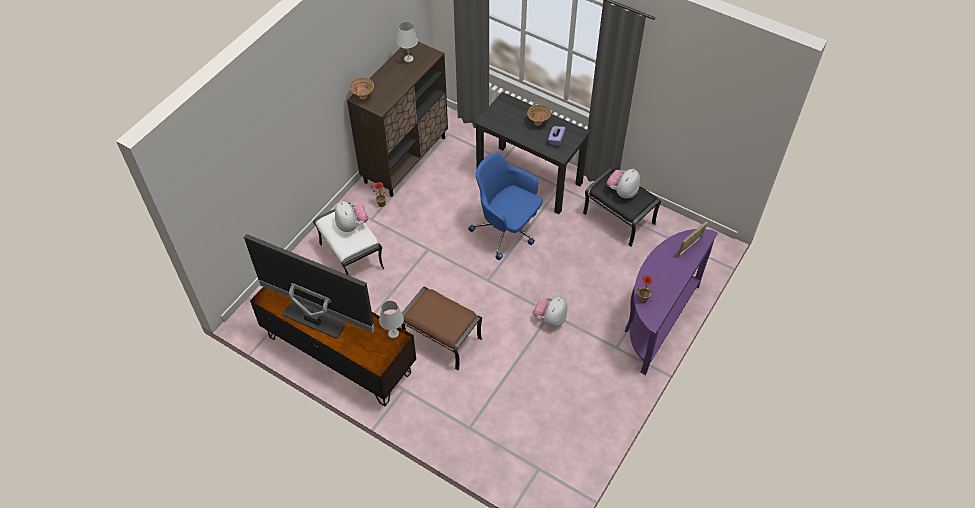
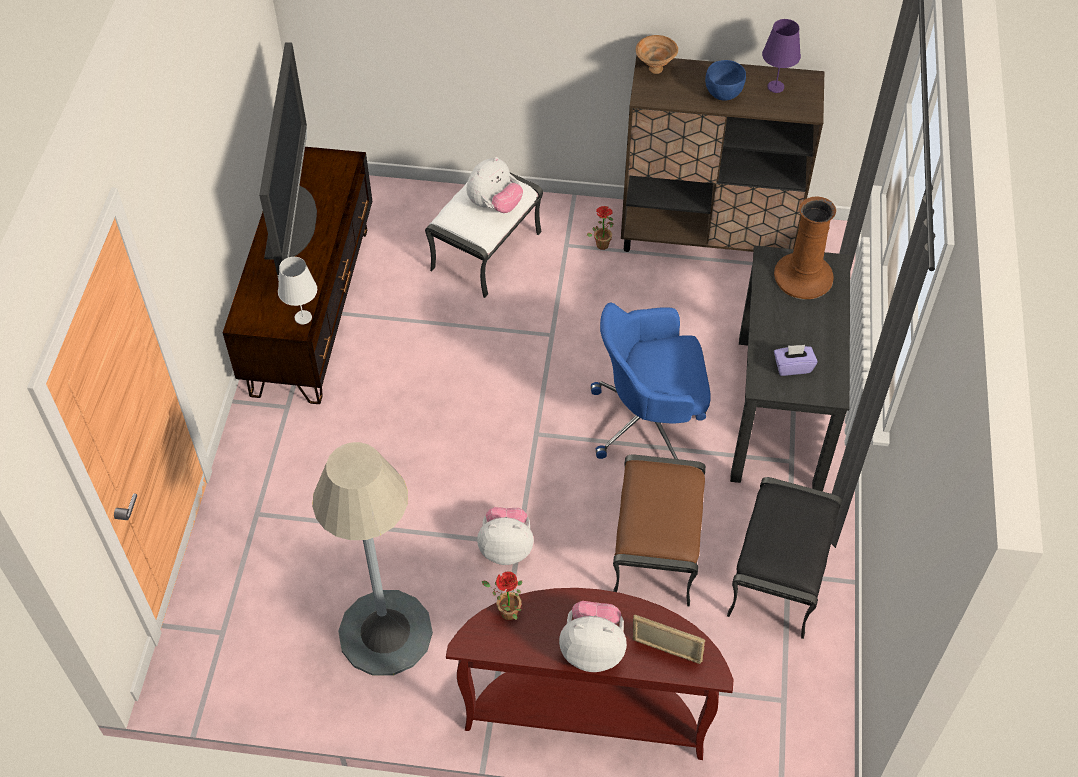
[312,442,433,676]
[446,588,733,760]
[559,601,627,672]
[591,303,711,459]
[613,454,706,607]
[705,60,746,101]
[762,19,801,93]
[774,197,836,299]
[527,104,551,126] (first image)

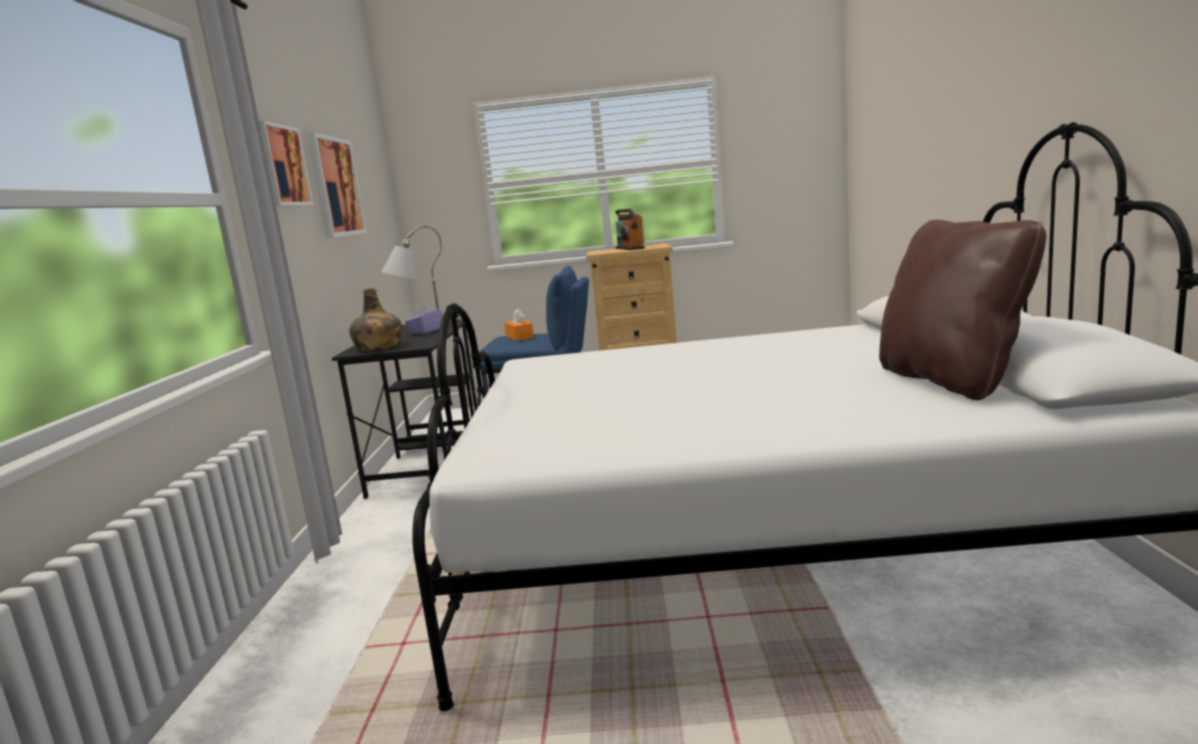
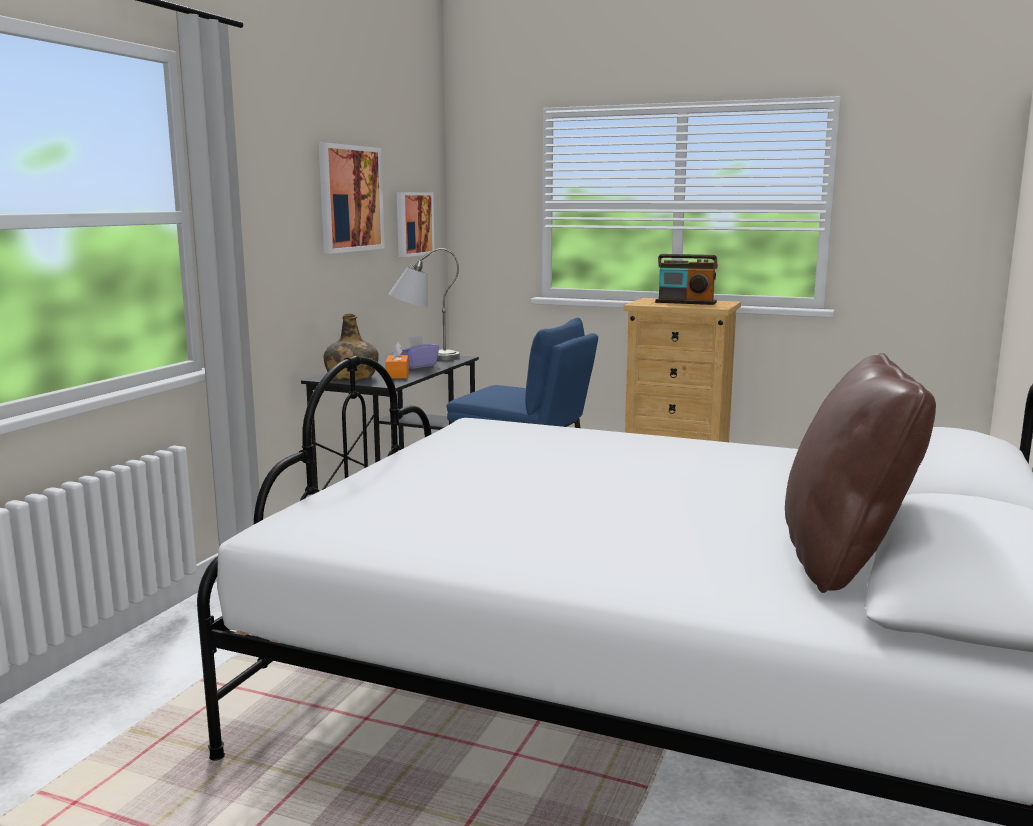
[385,342,409,379]
[397,192,435,257]
[655,254,718,305]

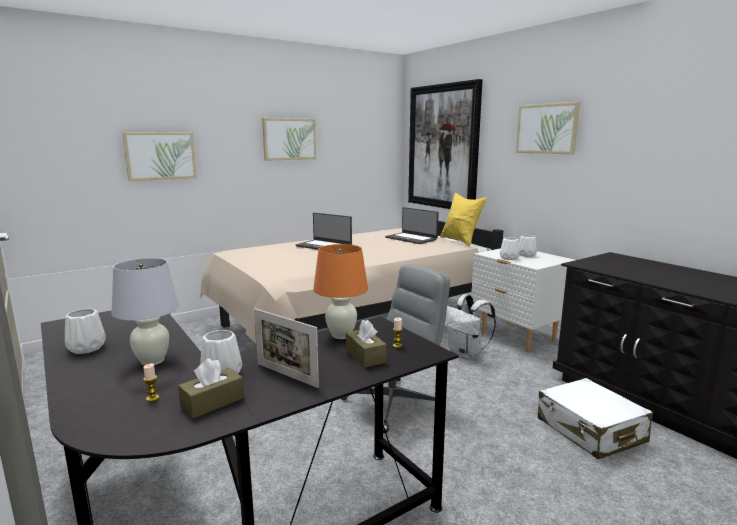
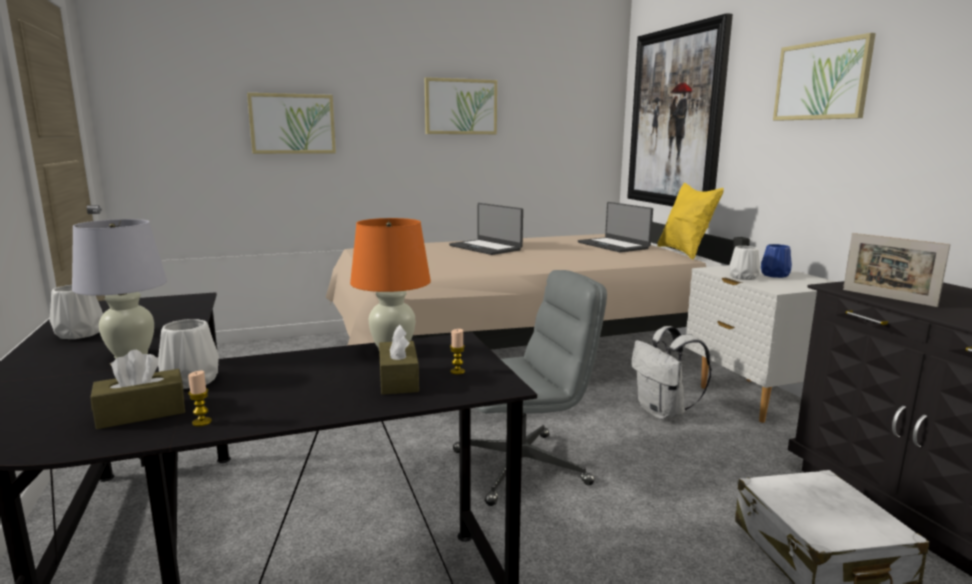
[188,371,212,426]
[761,244,792,278]
[843,233,951,307]

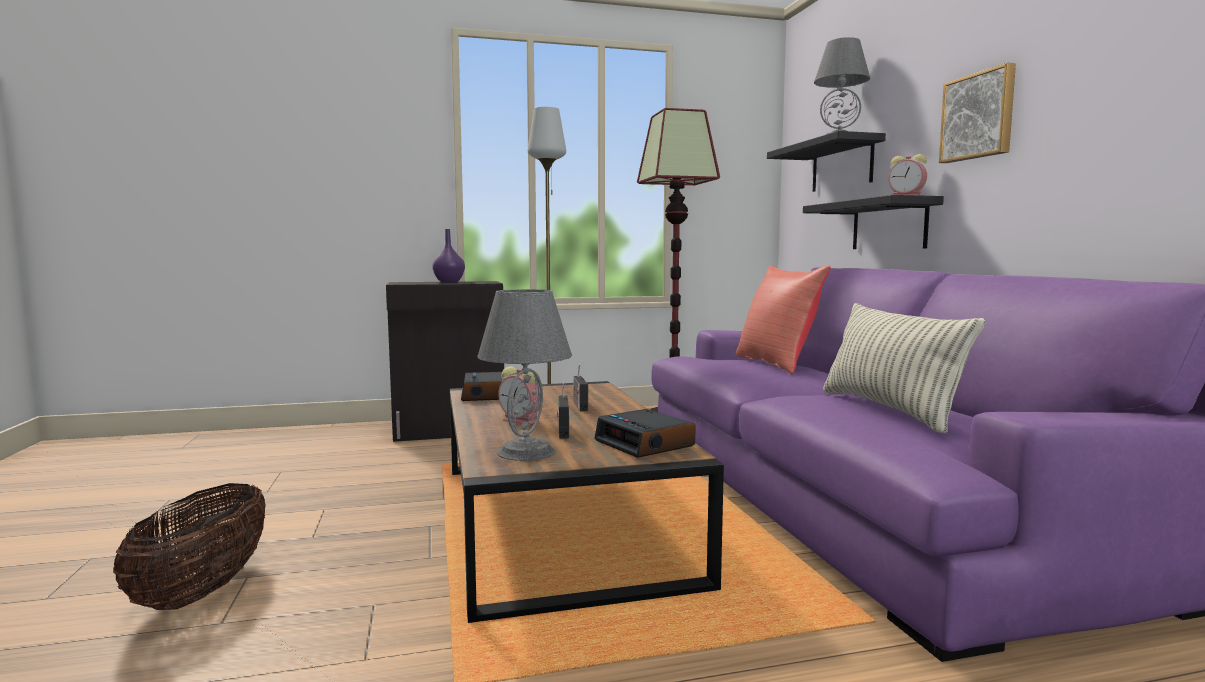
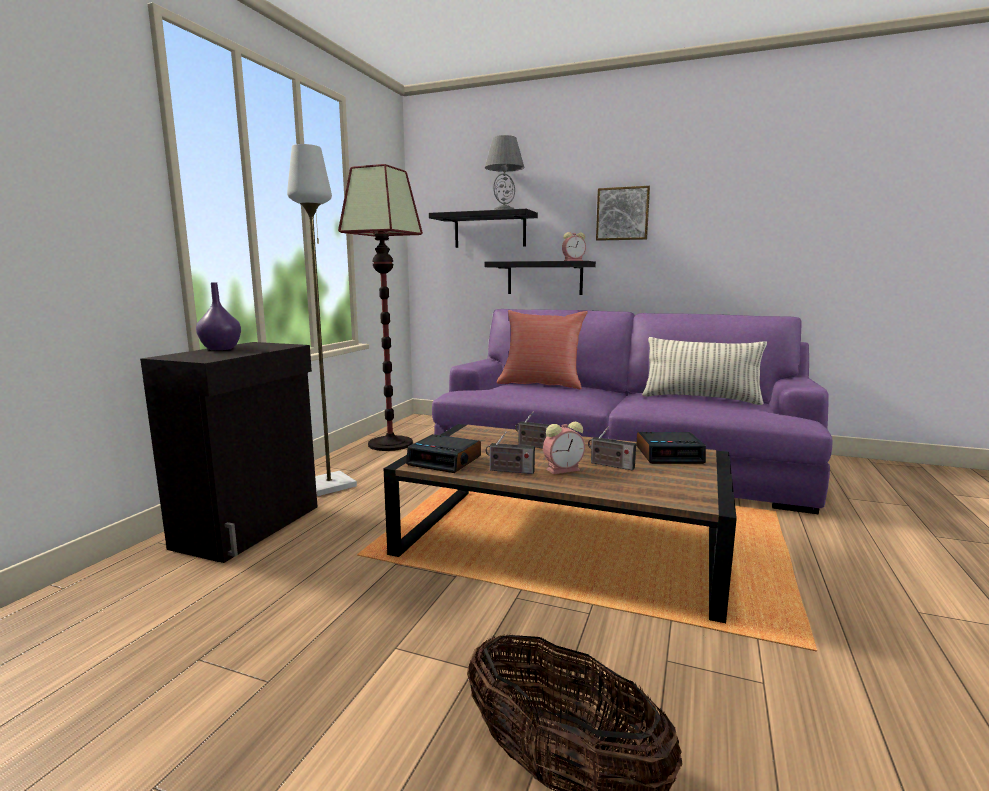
[486,431,535,474]
[477,289,572,461] (first image)

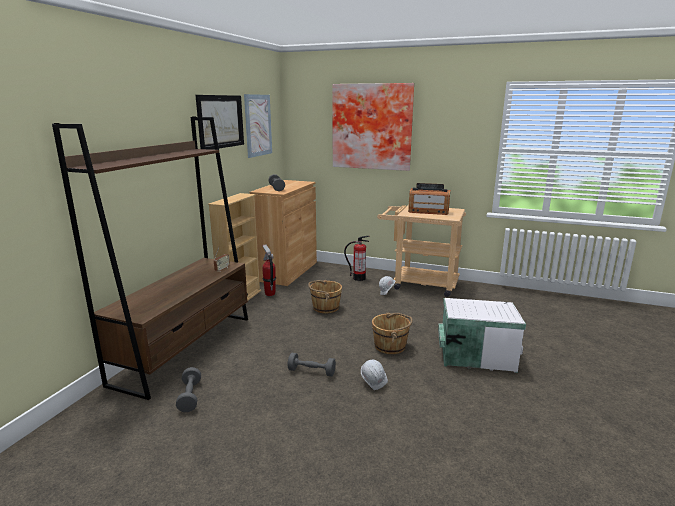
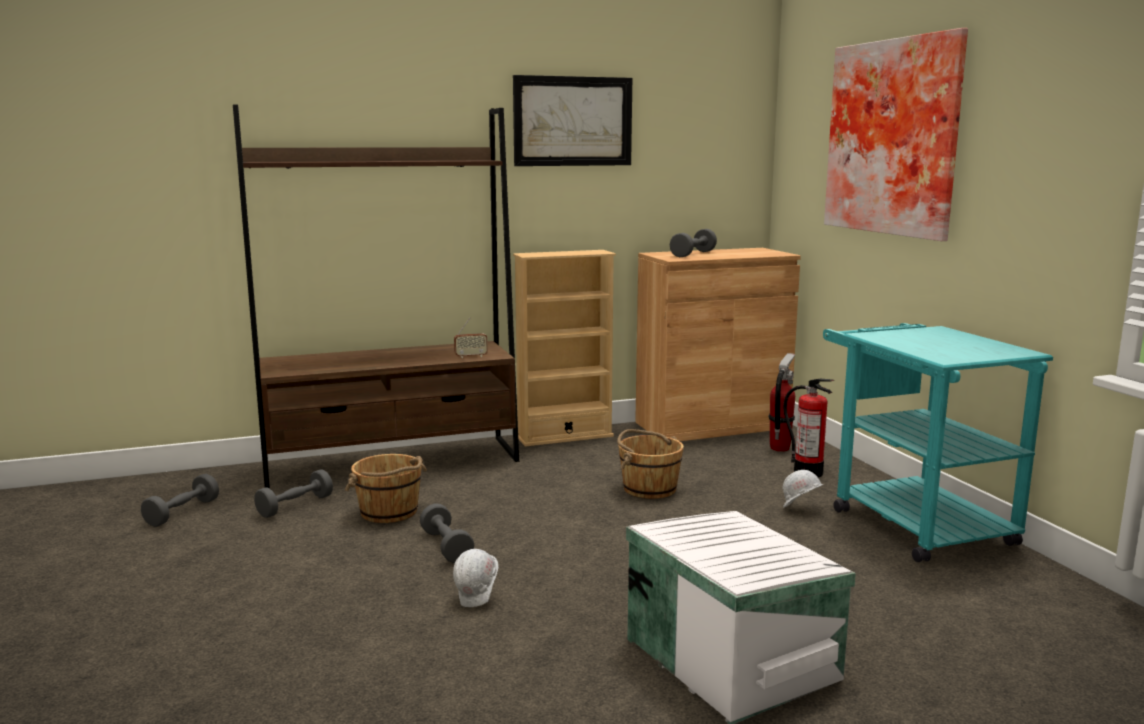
[141,474,219,527]
[345,454,427,523]
[768,353,795,452]
[823,323,1053,562]
[244,94,272,158] (first image)
[408,183,450,215] (first image)

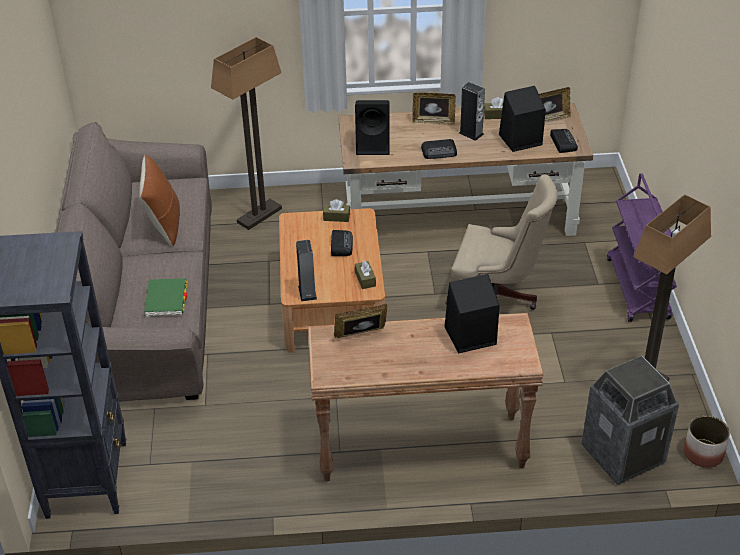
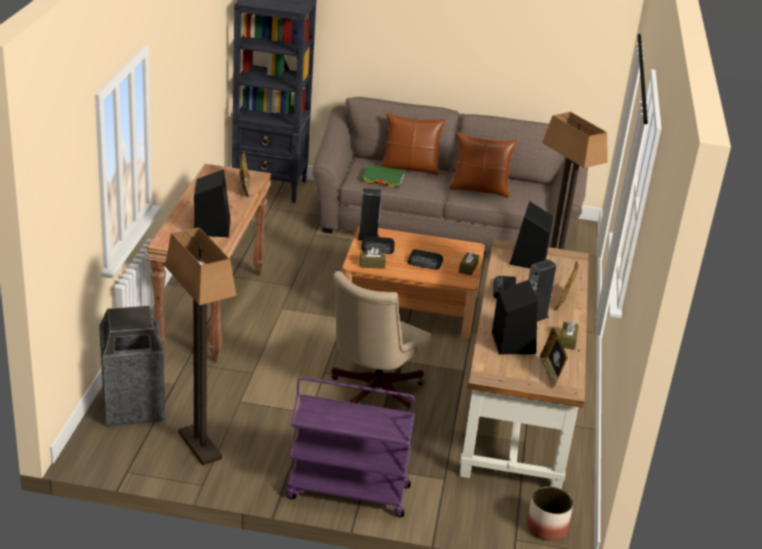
[361,236,395,254]
[381,113,445,175]
[527,486,573,541]

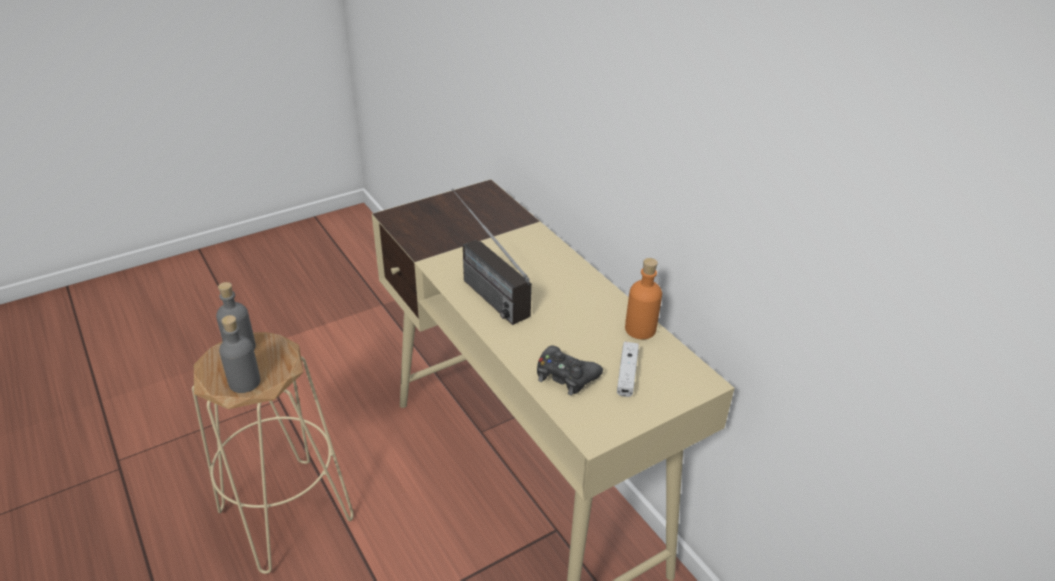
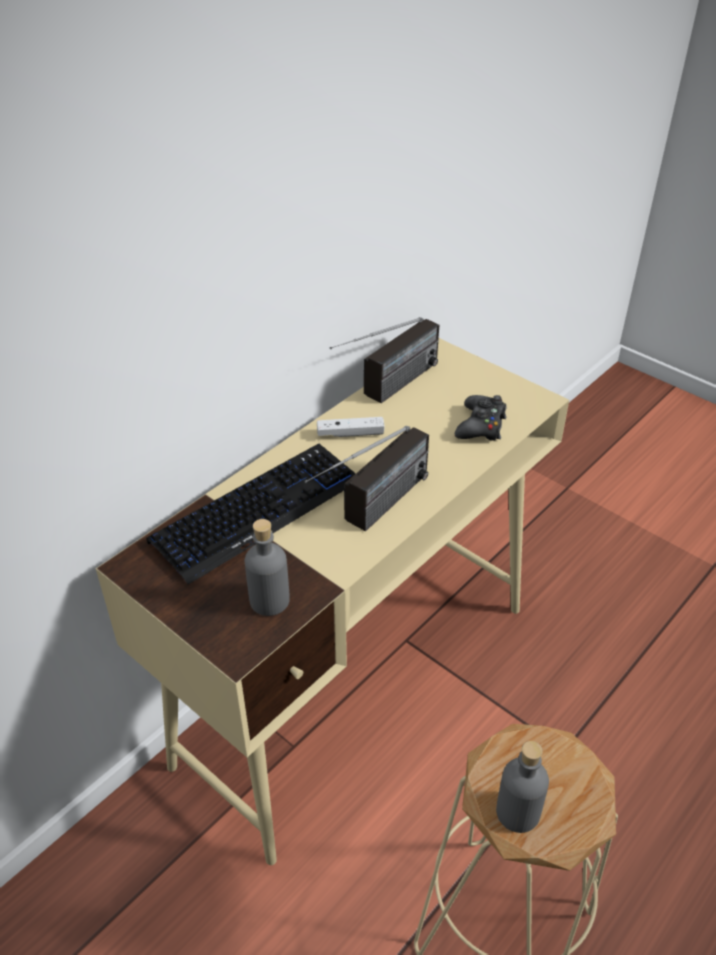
[146,443,356,585]
[245,519,290,616]
[317,417,385,437]
[330,317,439,403]

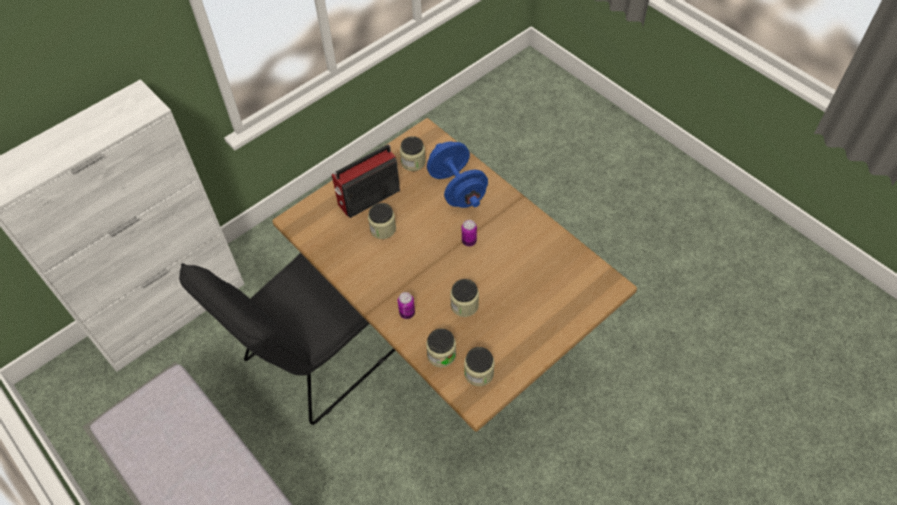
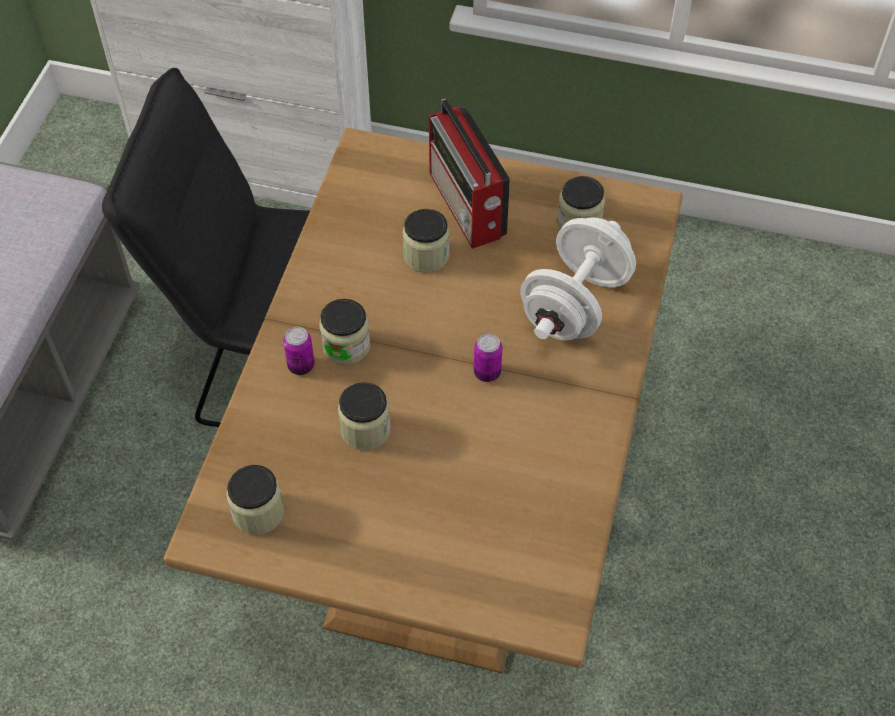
[319,299,370,365]
[429,99,510,249]
[520,217,636,340]

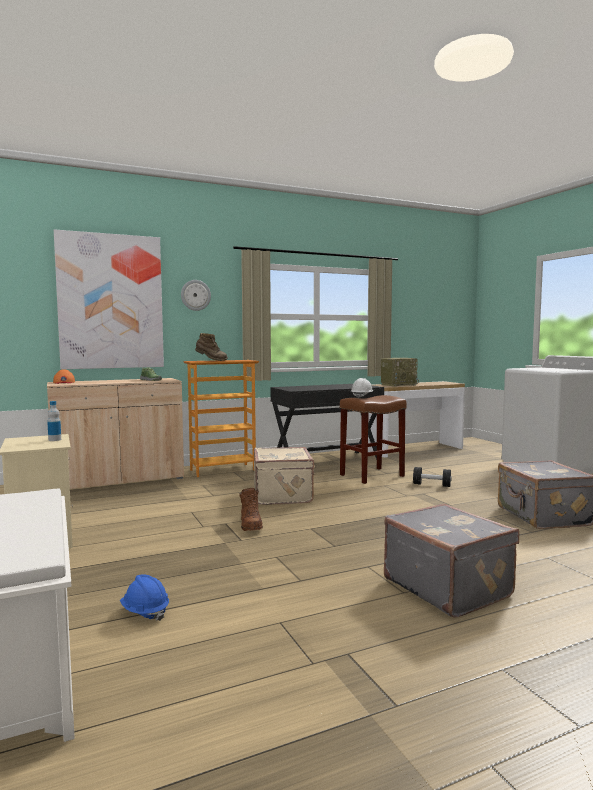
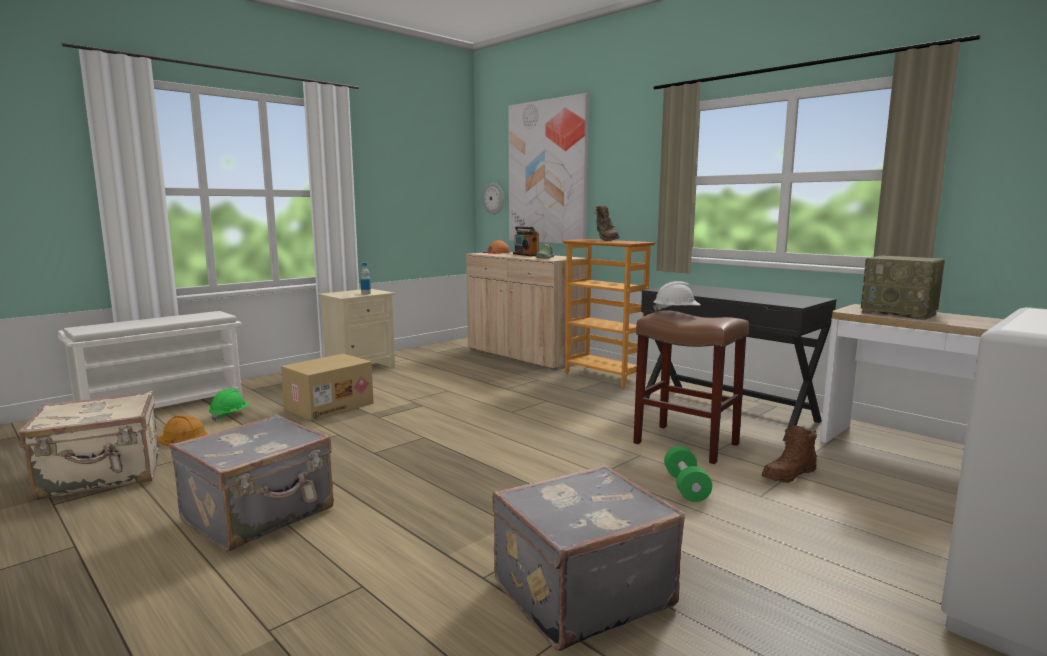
[19,391,159,500]
[158,415,208,446]
[209,389,250,421]
[281,354,374,421]
[483,183,504,214]
[513,226,539,256]
[664,446,712,502]
[762,425,817,483]

